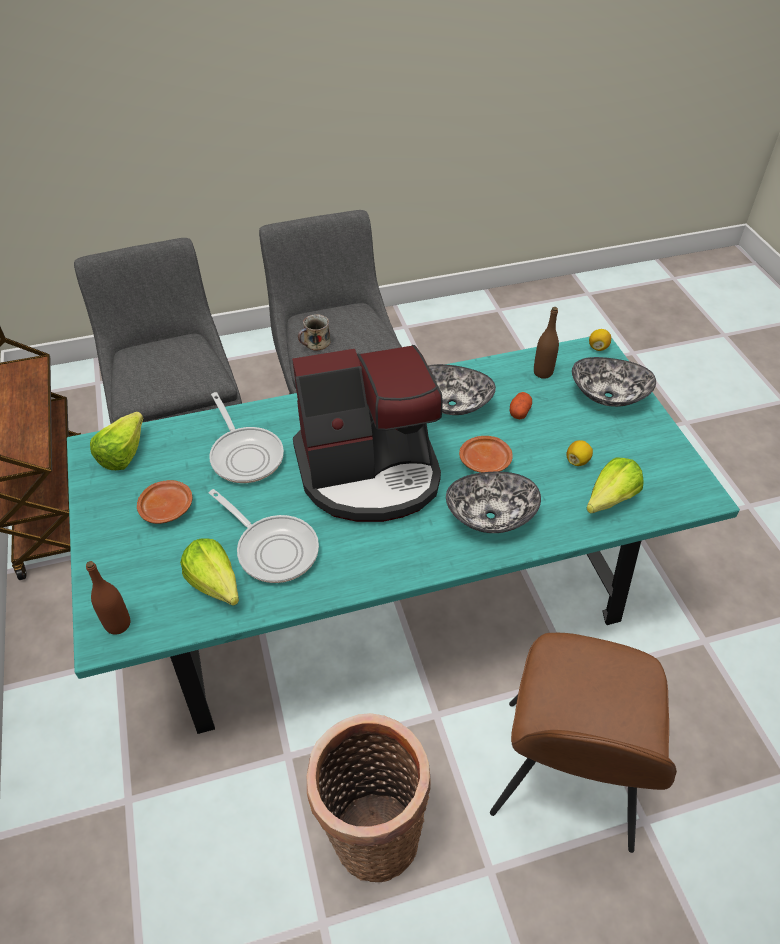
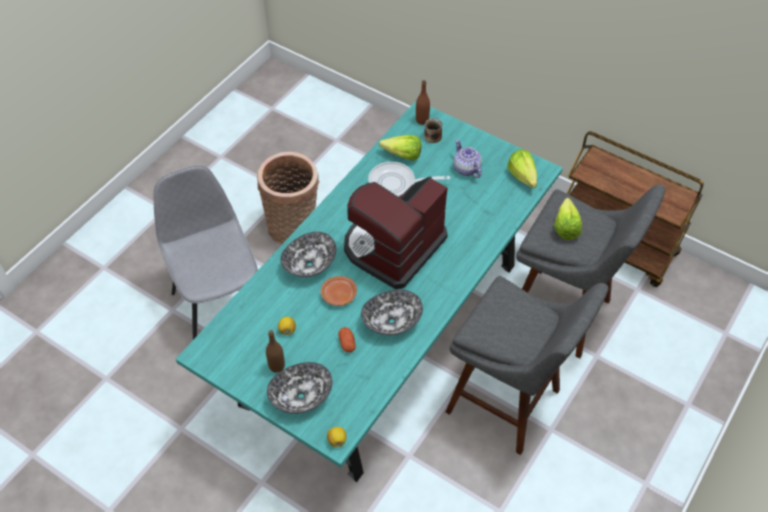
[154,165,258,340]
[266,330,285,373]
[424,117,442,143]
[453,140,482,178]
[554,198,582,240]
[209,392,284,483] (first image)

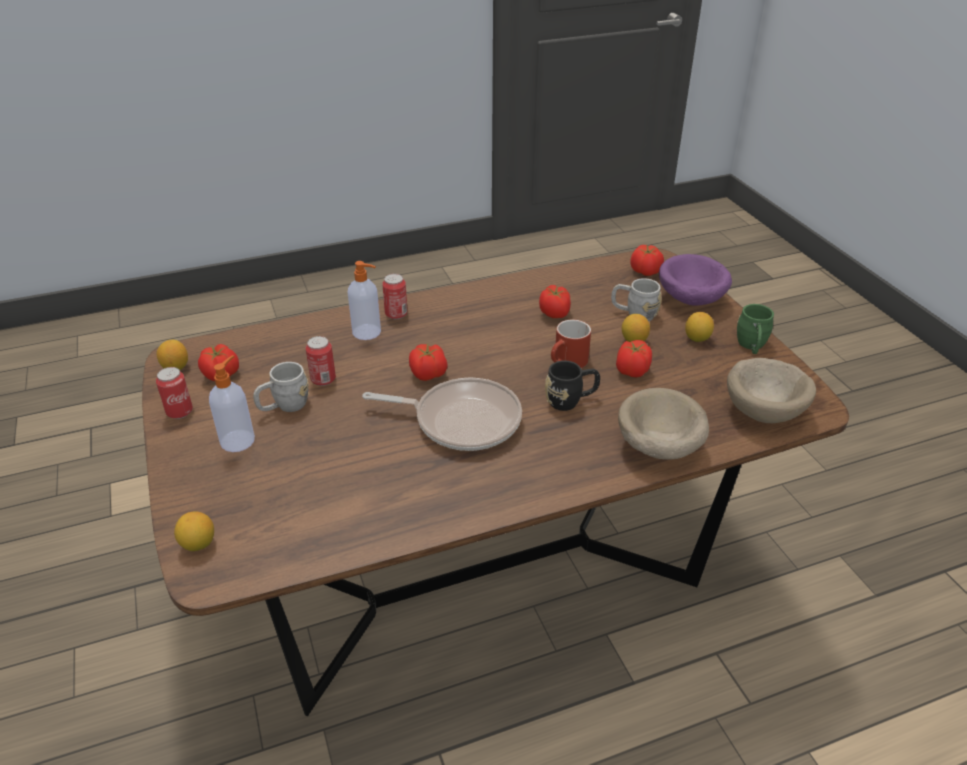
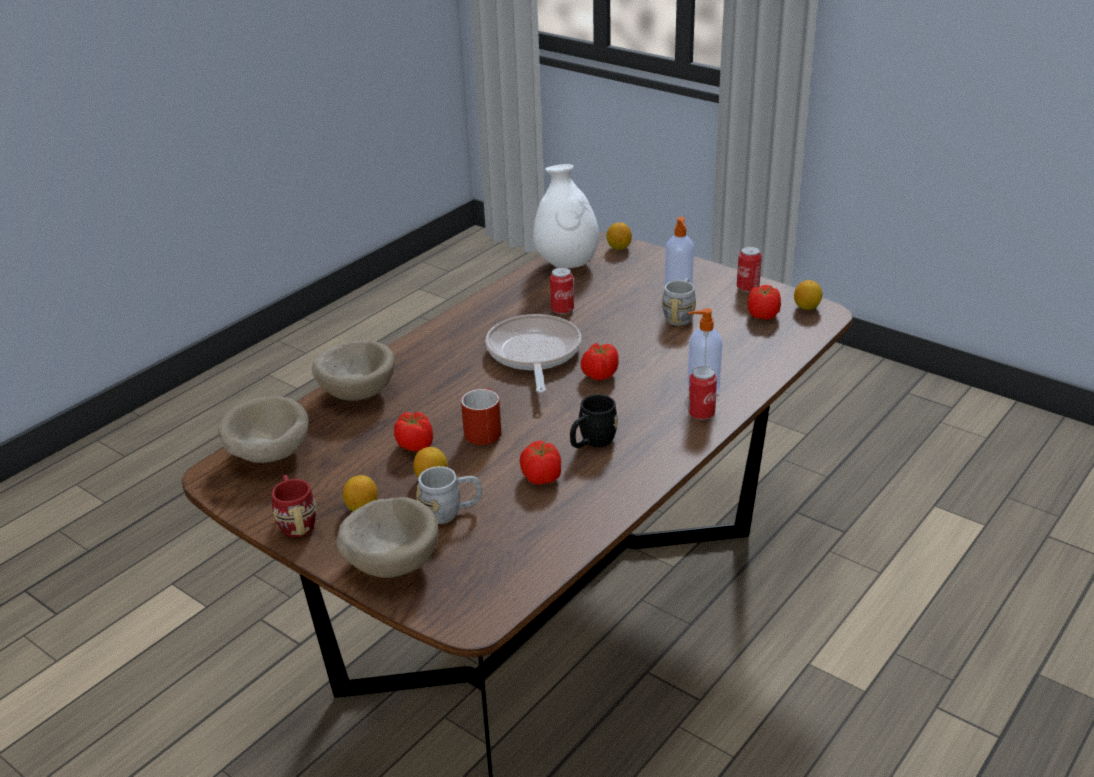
[272,475,317,537]
[336,497,439,578]
[486,314,581,393]
[533,164,599,268]
[550,267,574,314]
[570,394,618,448]
[630,245,664,276] (first image)

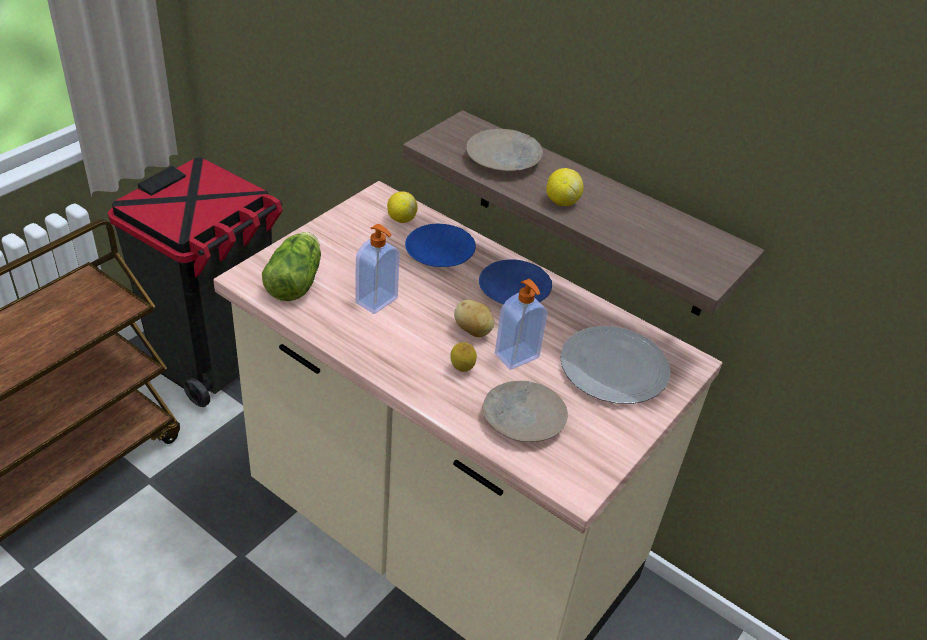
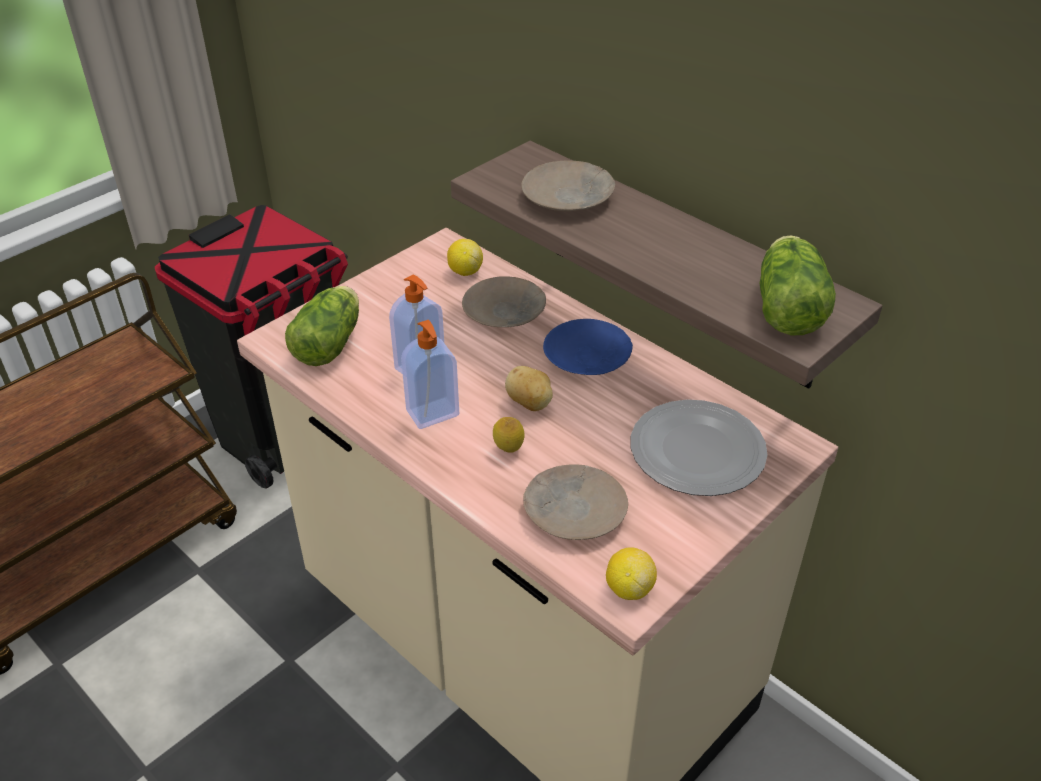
[401,320,459,429]
[462,276,546,327]
[606,547,657,600]
[759,236,836,335]

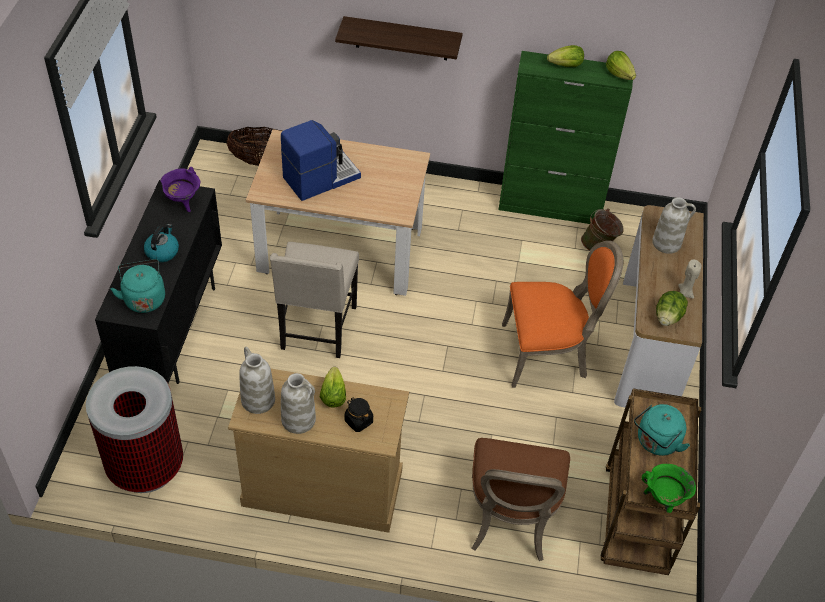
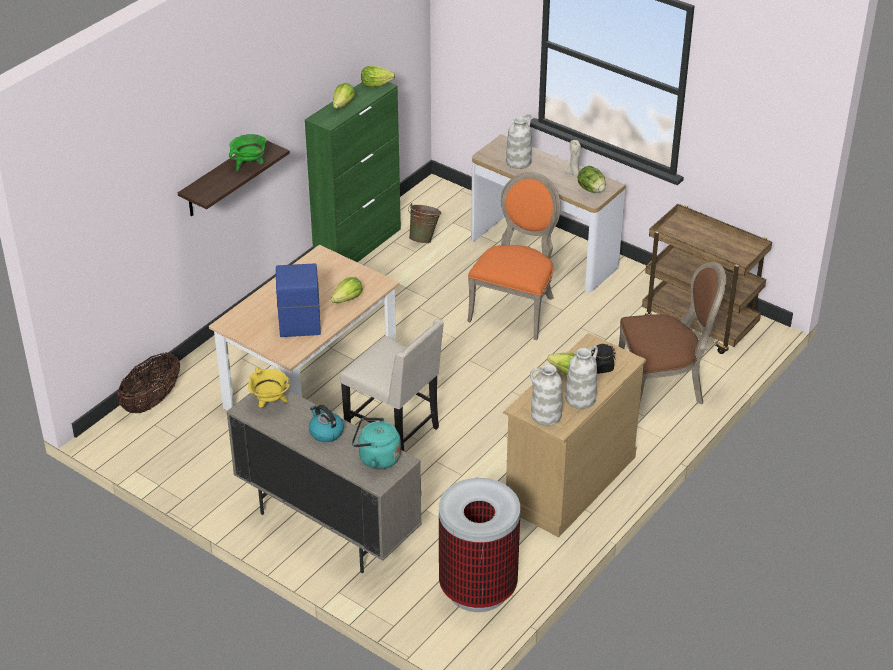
[226,389,422,573]
[229,134,267,172]
[248,367,290,408]
[331,277,363,303]
[619,262,726,406]
[634,404,690,456] (first image)

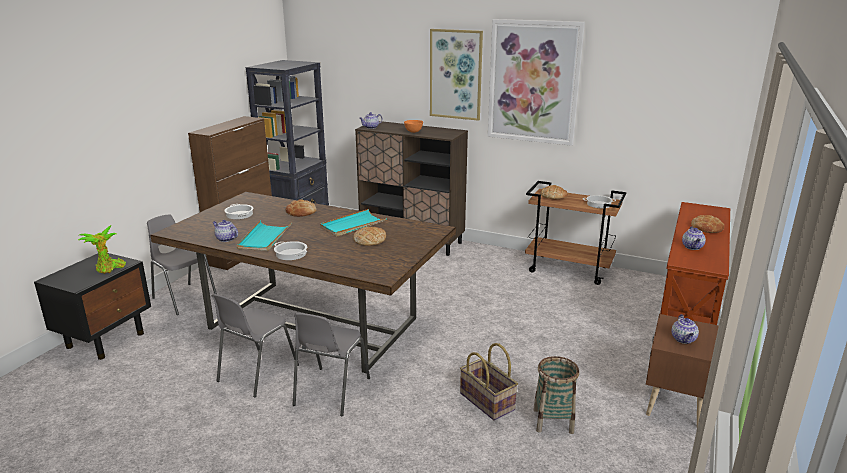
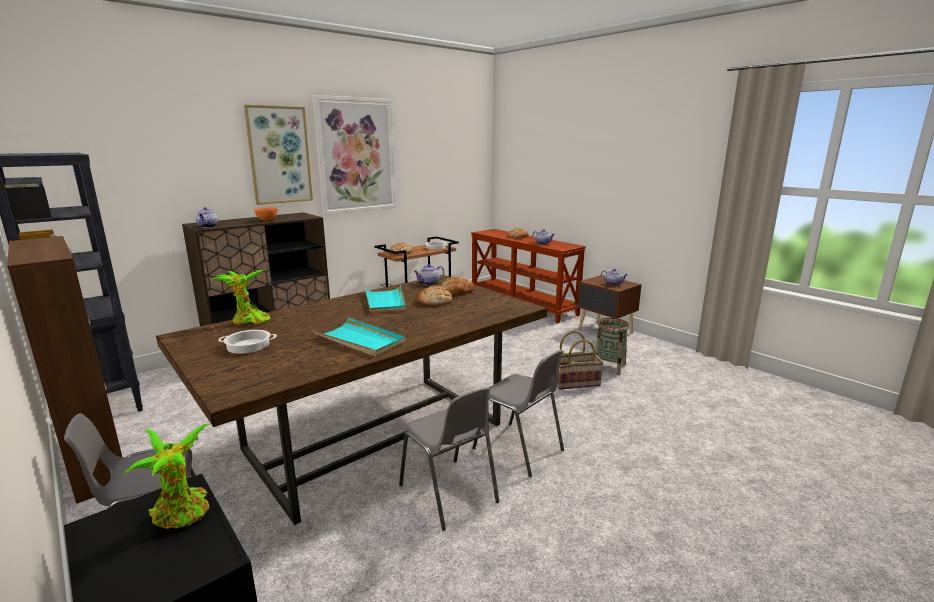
[212,269,270,326]
[414,264,444,285]
[441,277,474,295]
[274,241,307,260] (first image)

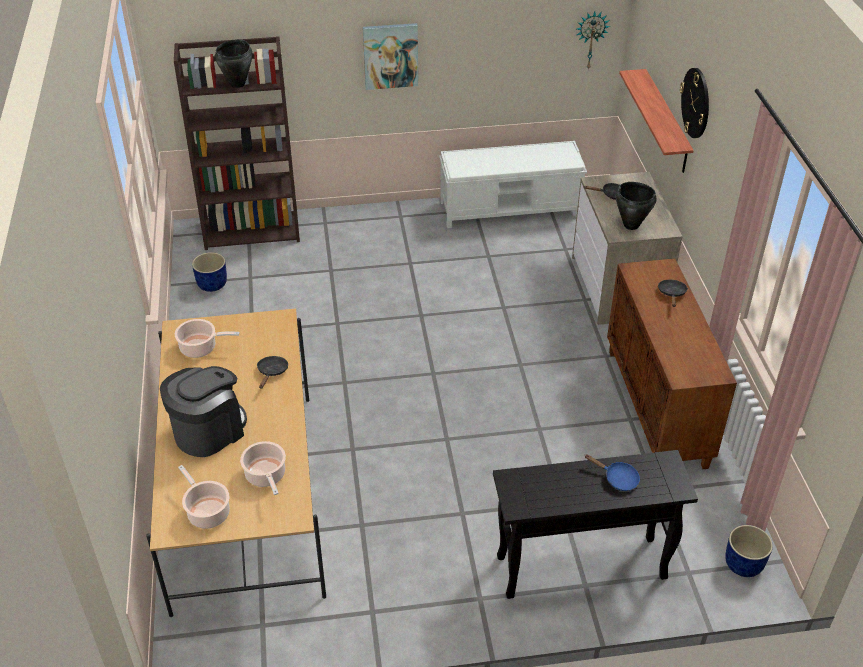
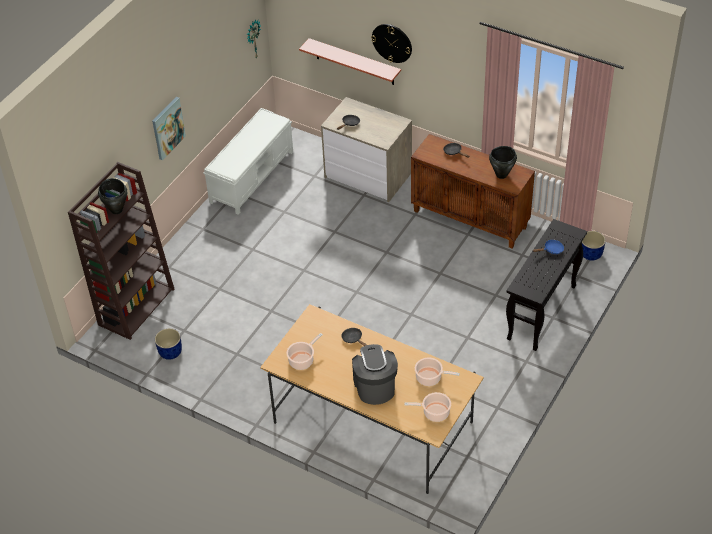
[489,146,517,179]

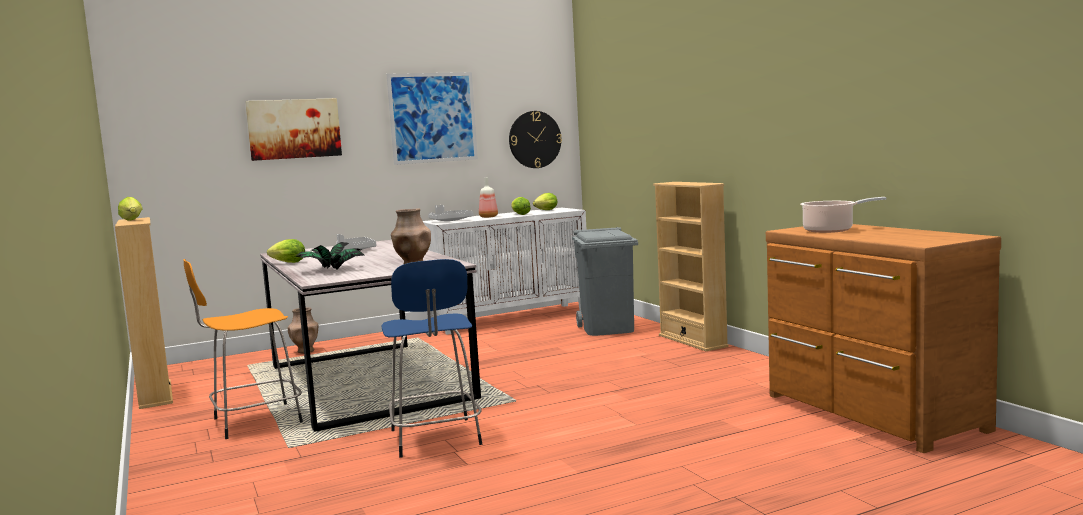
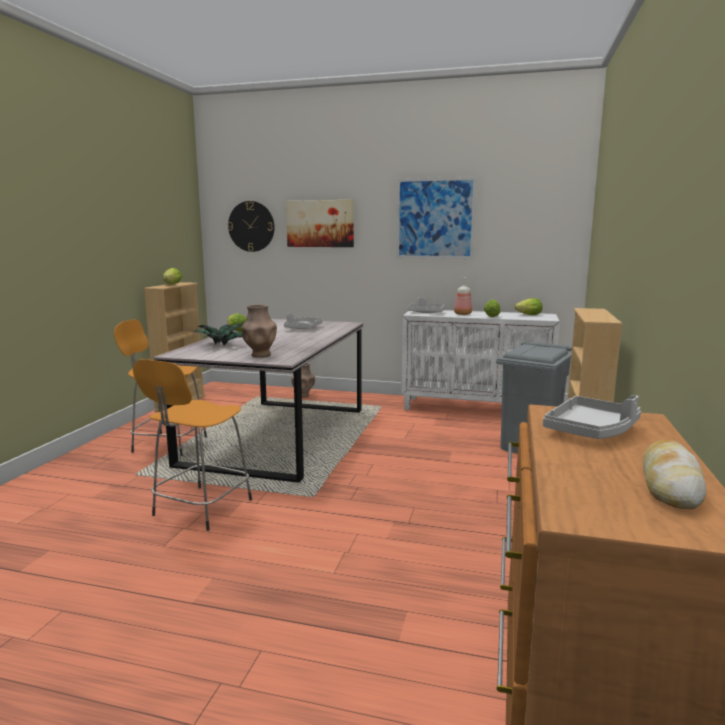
[133,359,252,531]
[228,201,274,252]
[543,395,641,439]
[643,440,706,509]

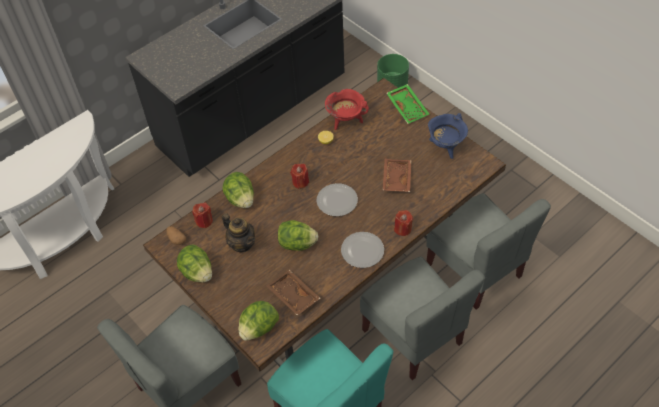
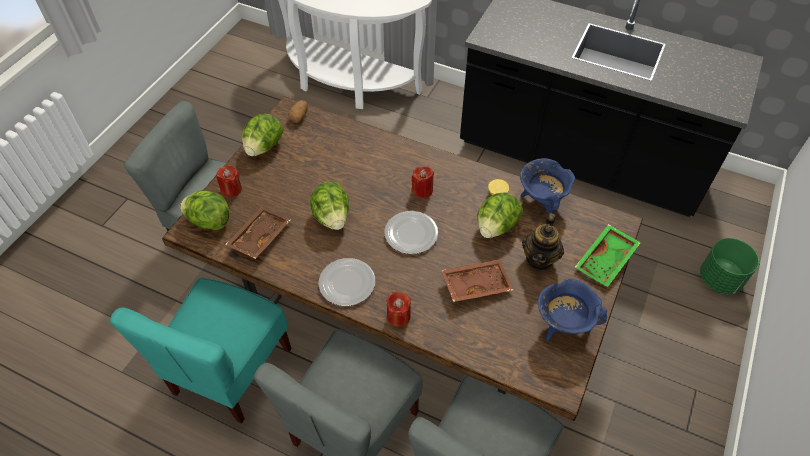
[216,165,242,197]
[477,193,523,238]
[520,158,575,215]
[522,213,564,271]

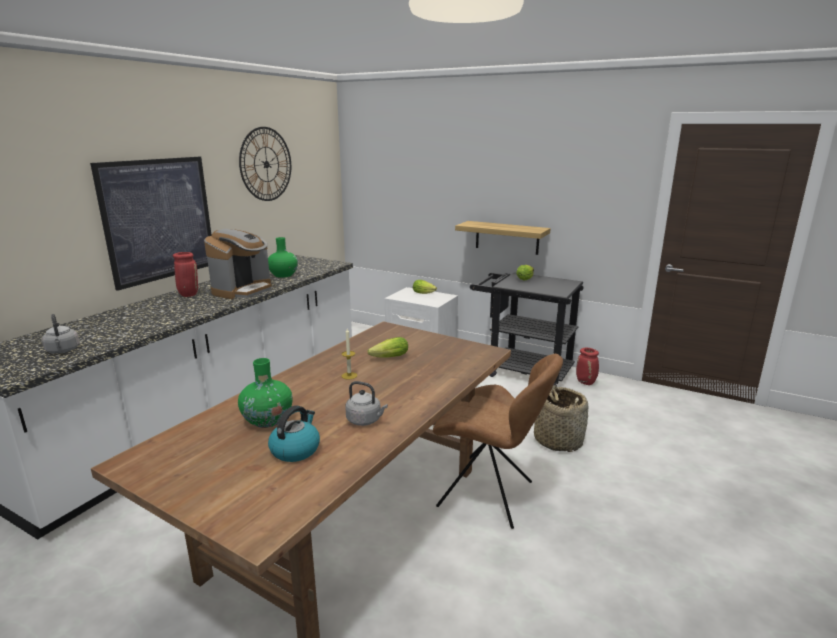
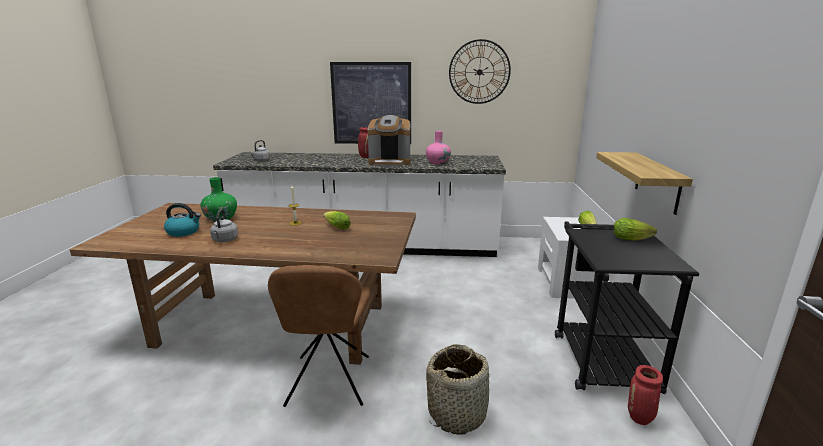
[426,131,451,165]

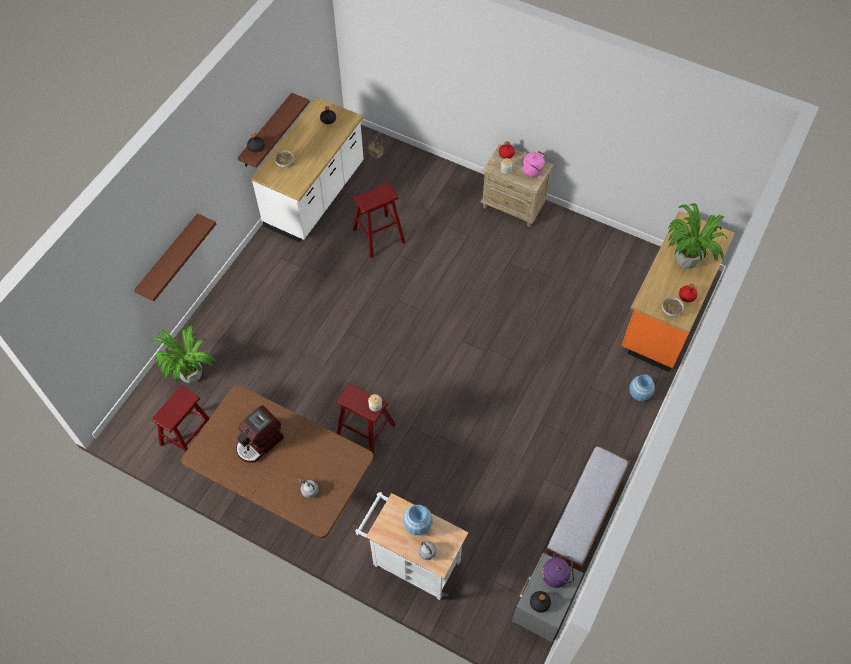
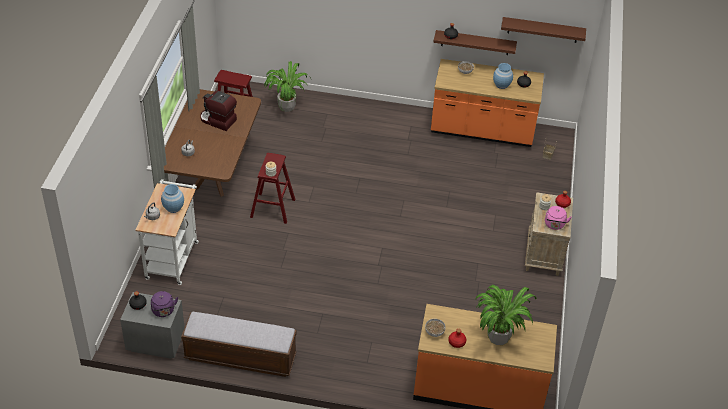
[431,59,544,147]
[493,63,513,89]
[501,17,586,43]
[353,183,405,258] (first image)

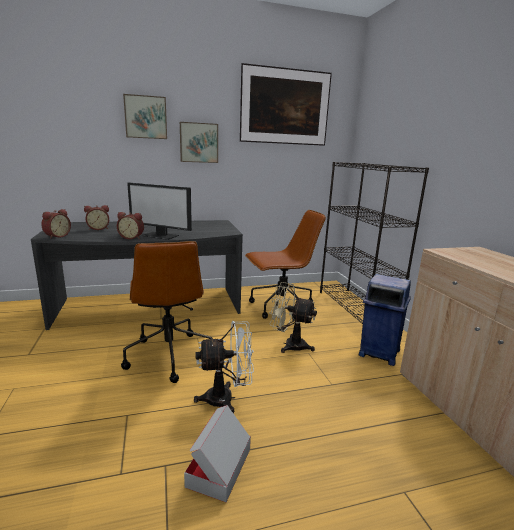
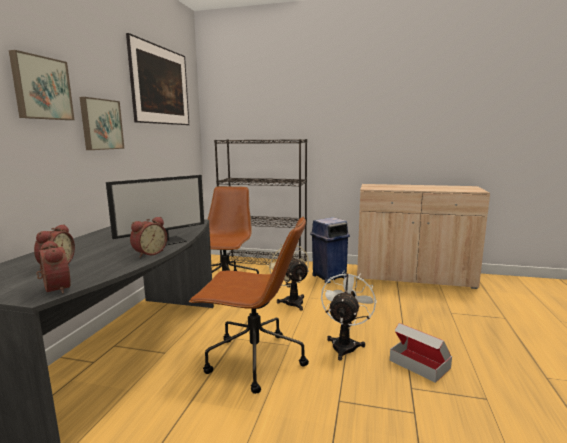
[266,244,309,311]

